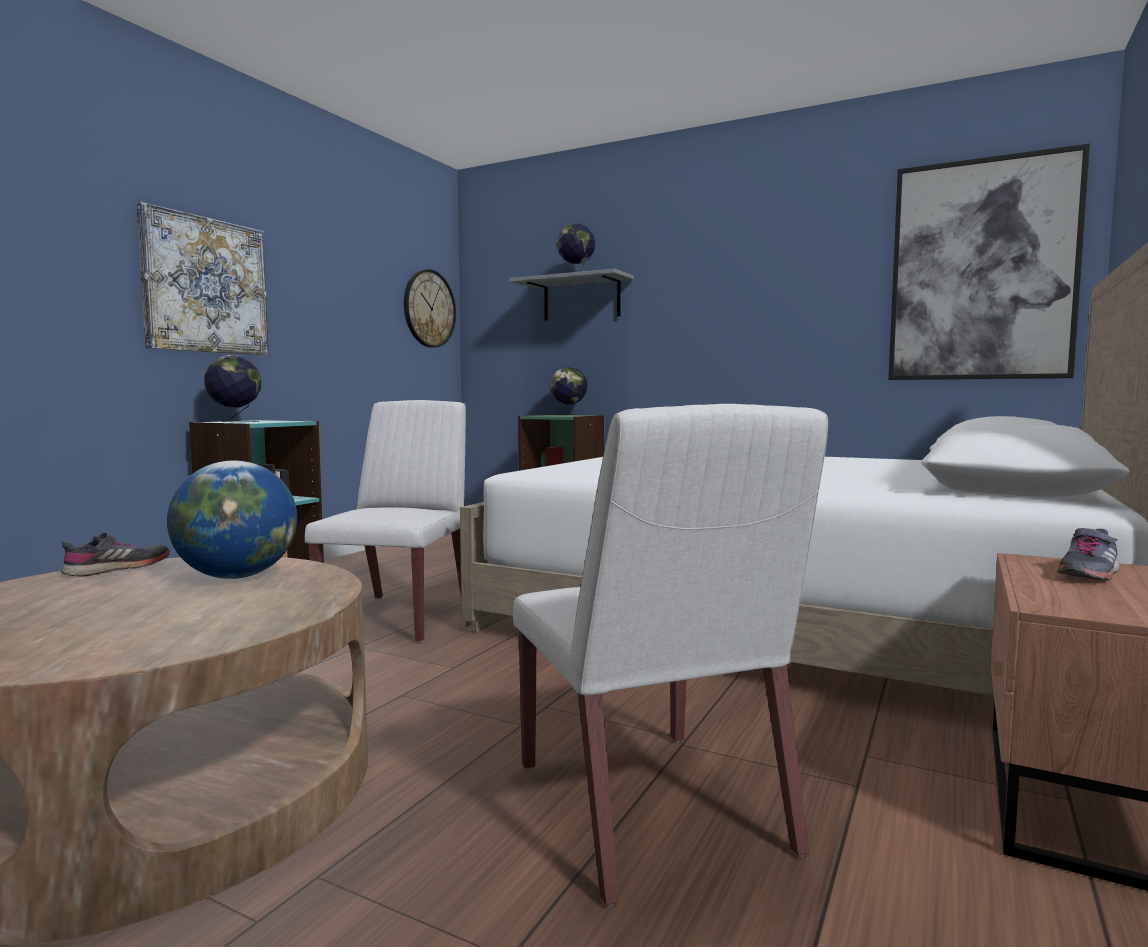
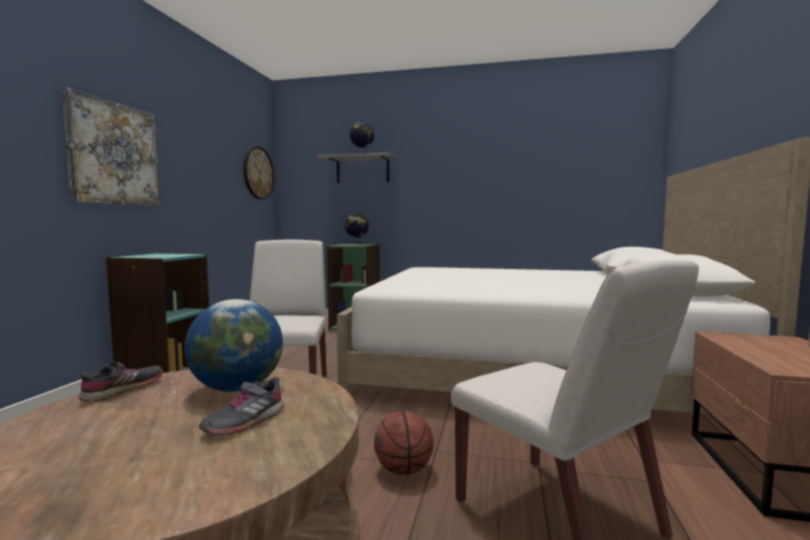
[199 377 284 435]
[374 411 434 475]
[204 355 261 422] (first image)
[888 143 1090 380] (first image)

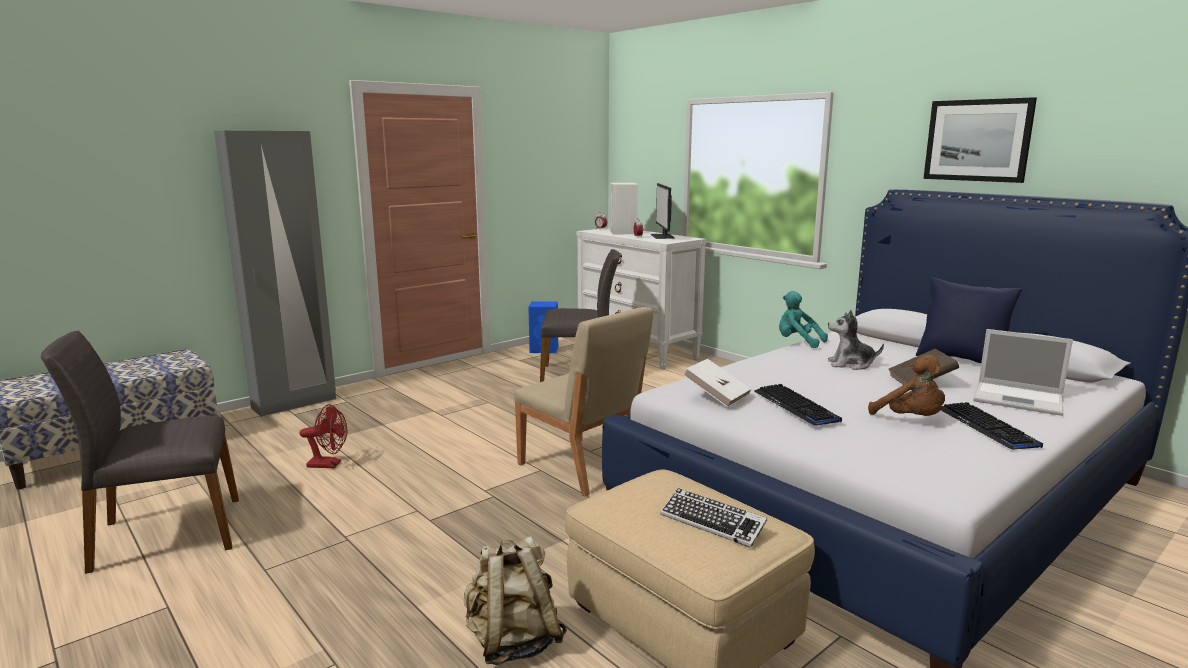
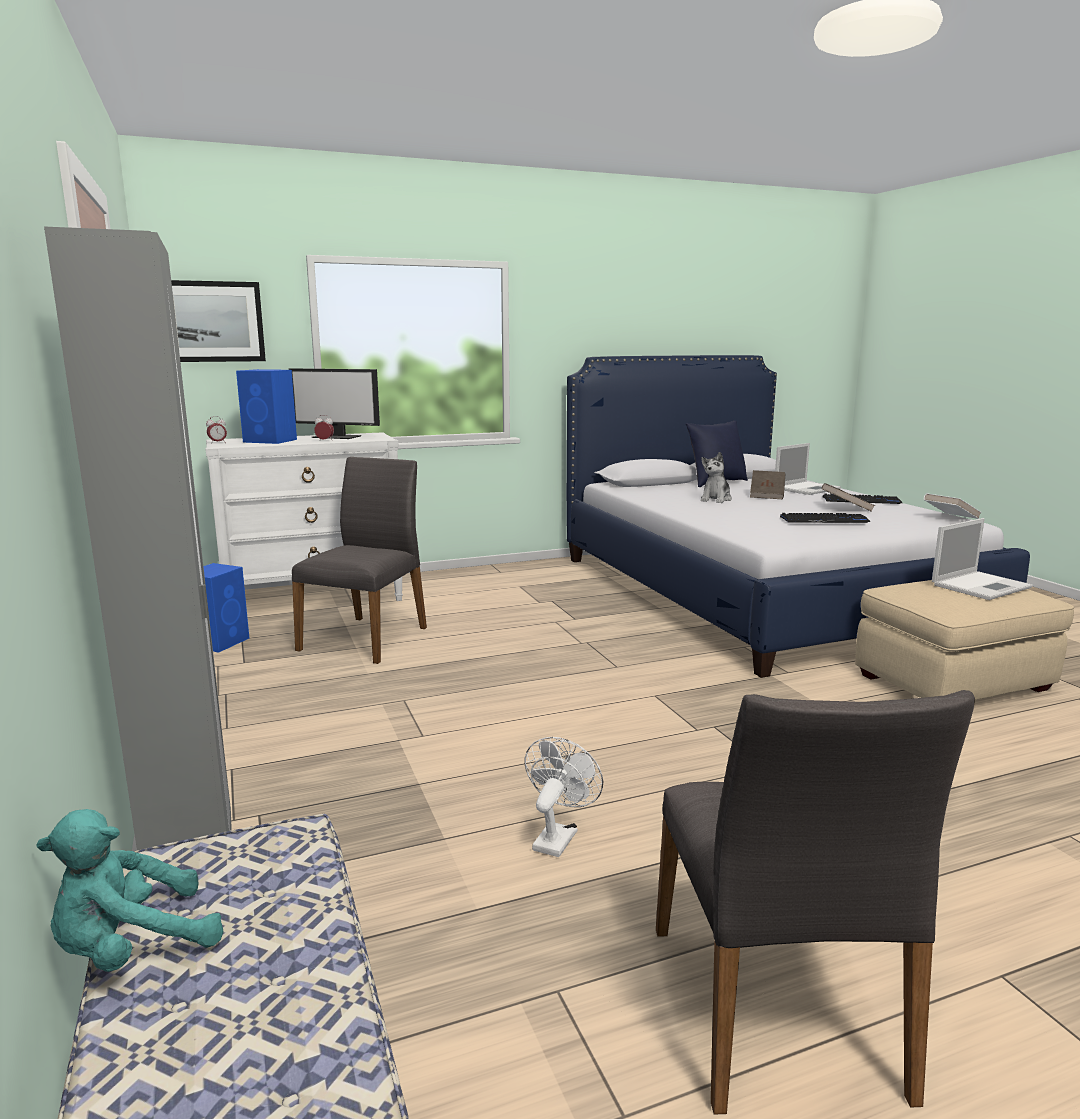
[36 809 224 972]
[171 280 266 362]
[236 369 297 444]
[525 737 604 857]
[821 483 875 512]
[924 493 982 519]
[932 518 1032 600]
[464 536 567 665] (first image)
[514 307 653 497] (first image)

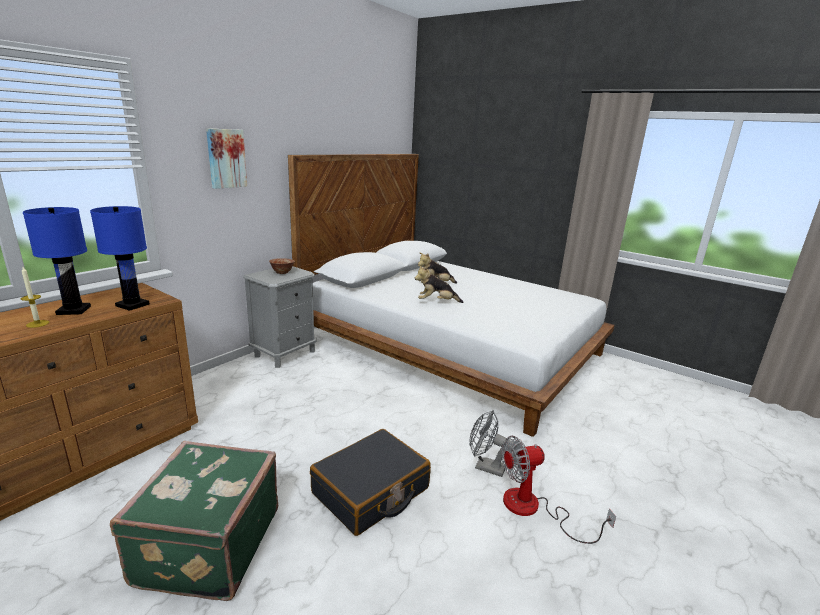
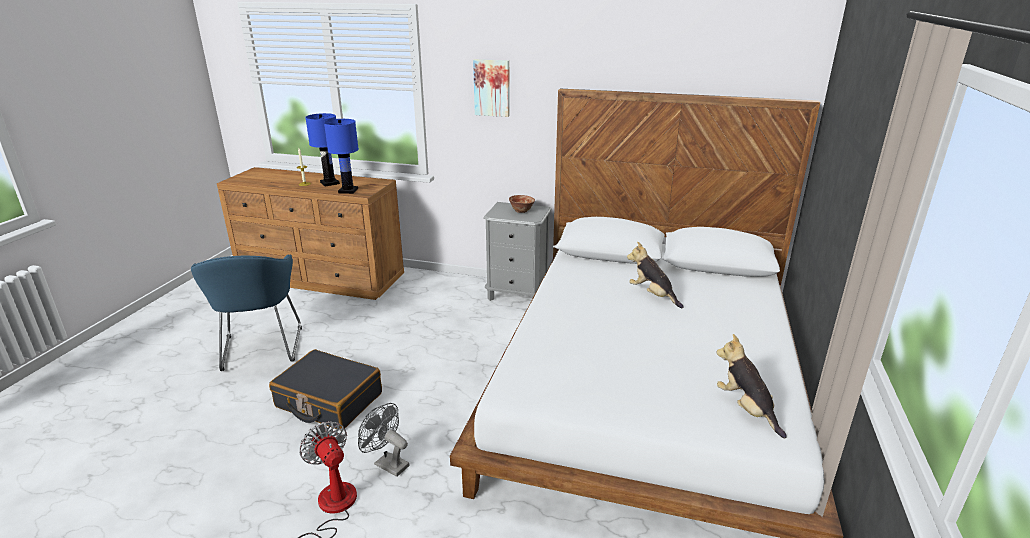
[191 254 302 371]
[358 403 409 477]
[716 334 787 438]

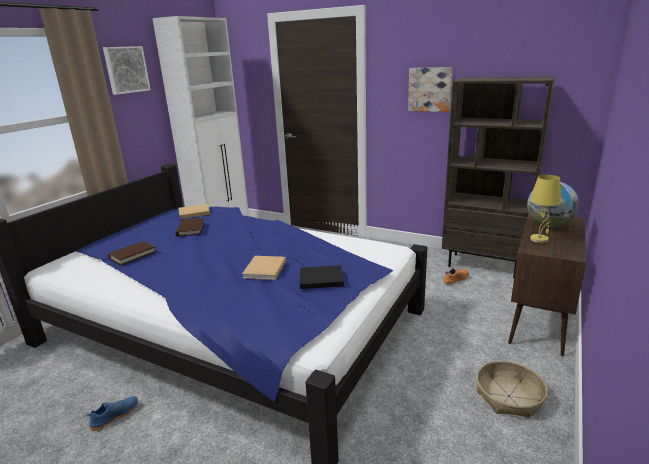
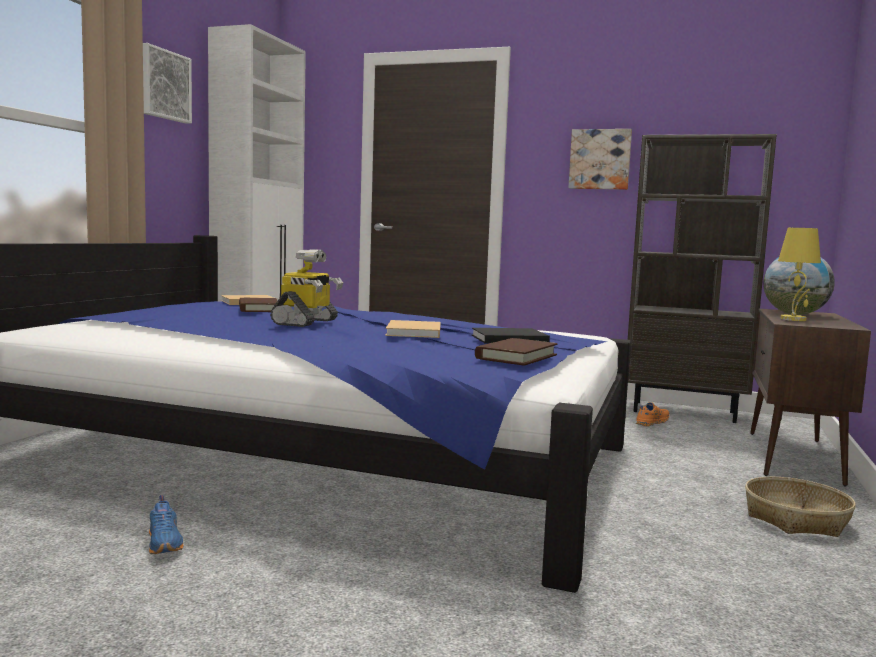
[149 495 184 554]
[270 249 343 327]
[475 338 558 366]

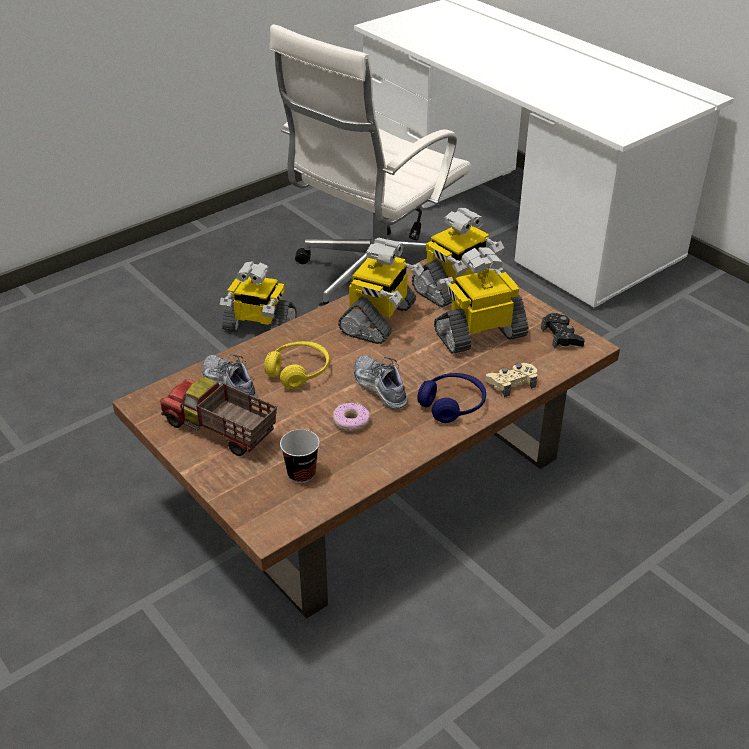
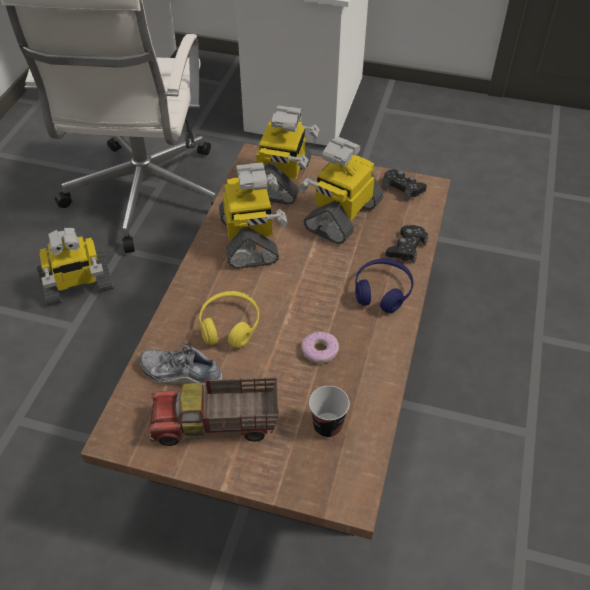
[386 225 429 264]
[354 355 407 409] (first image)

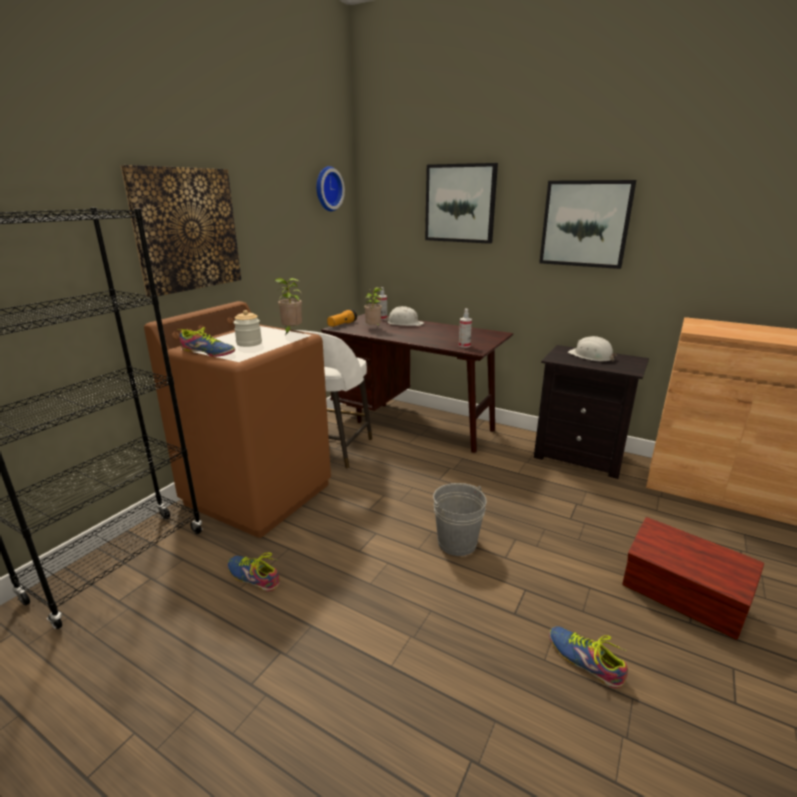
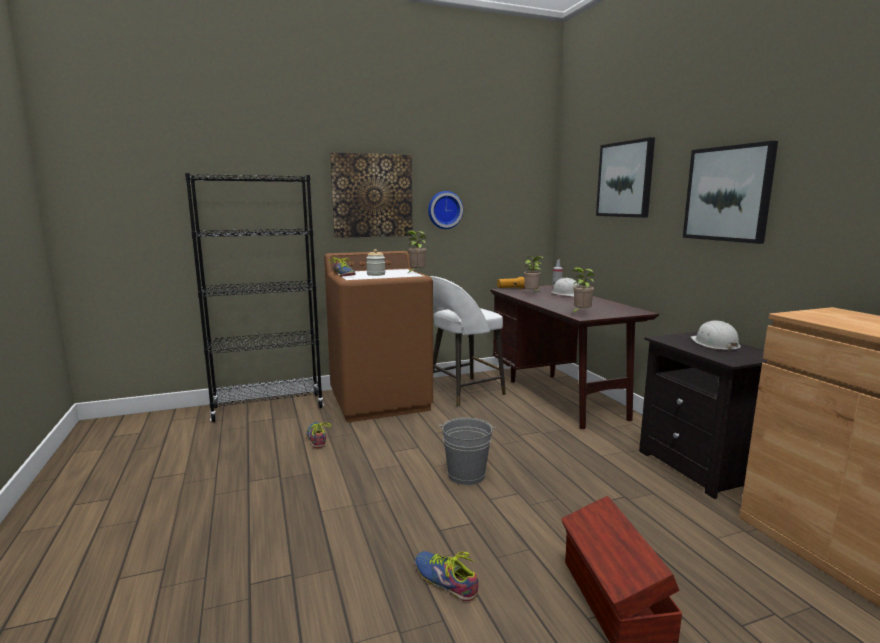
[415 551 479 601]
[428 191 463 229]
[572 267 594 313]

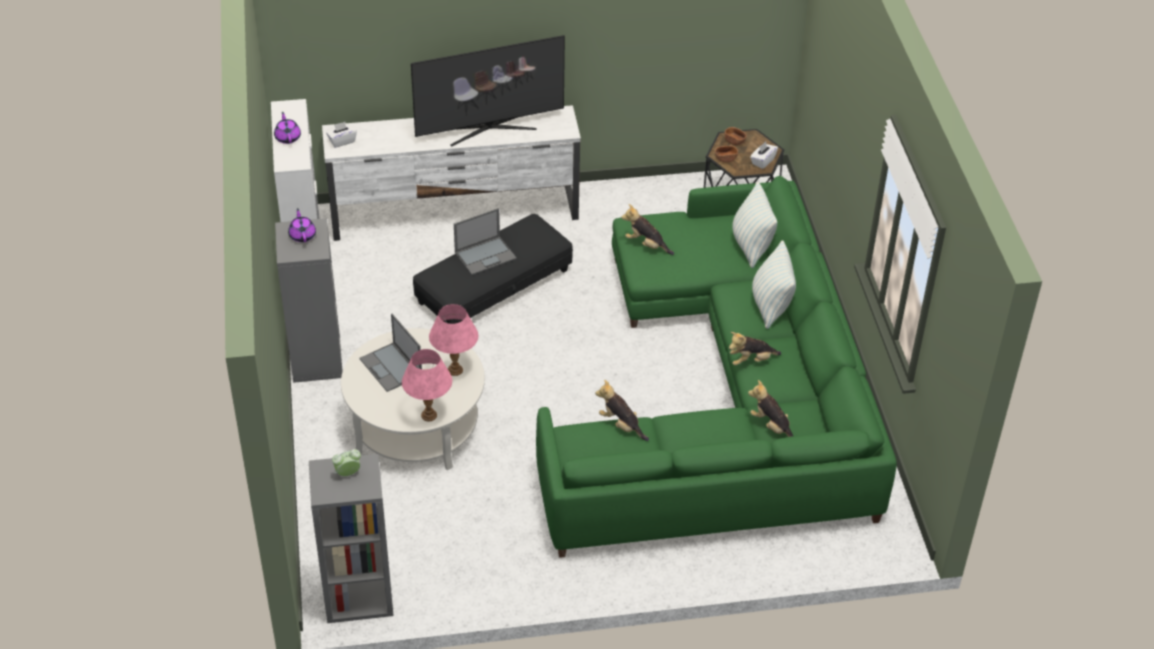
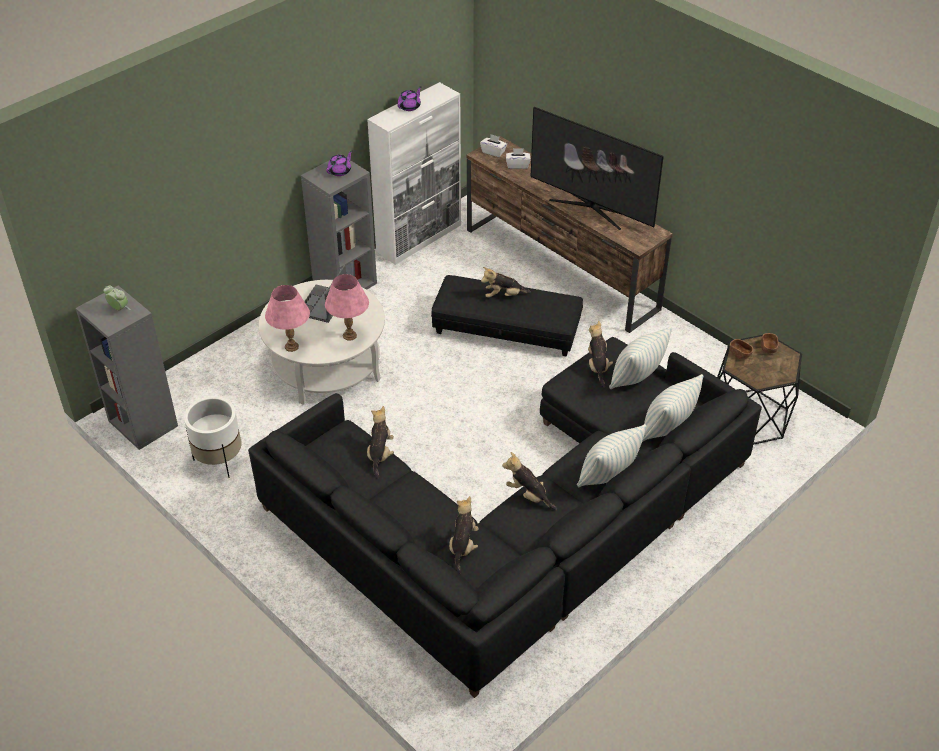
[184 397 242 478]
[248 337 762 698]
[467 136 673 333]
[481 267 531 298]
[506 148 531 169]
[609 326 672 389]

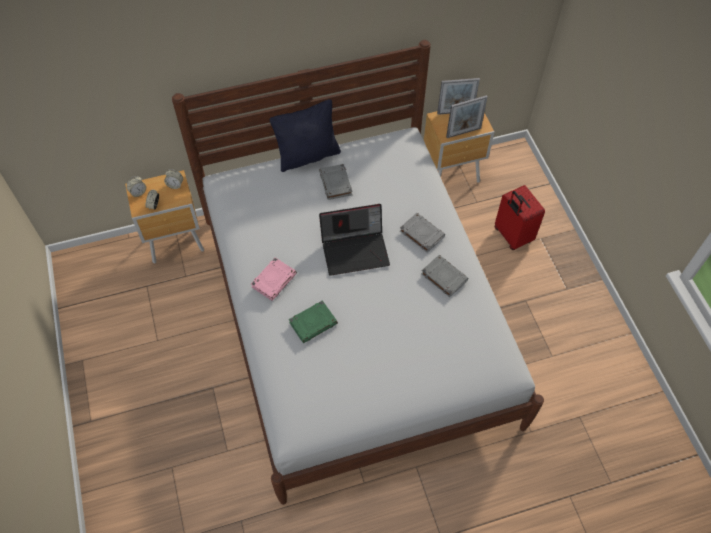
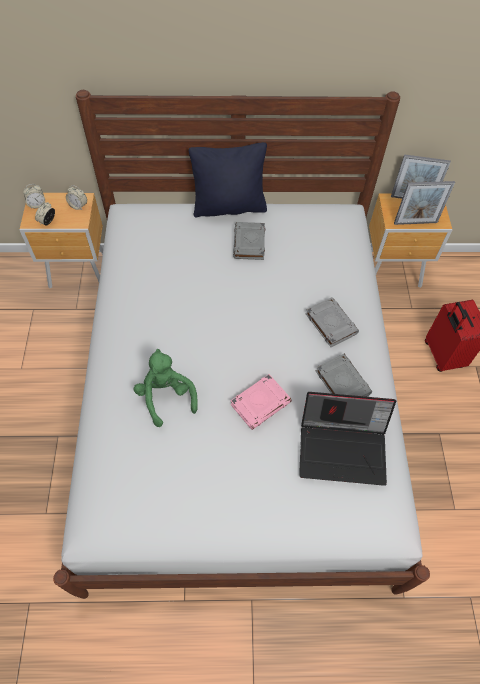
[134 349 198 427]
[230 374 292 430]
[299 392 396 486]

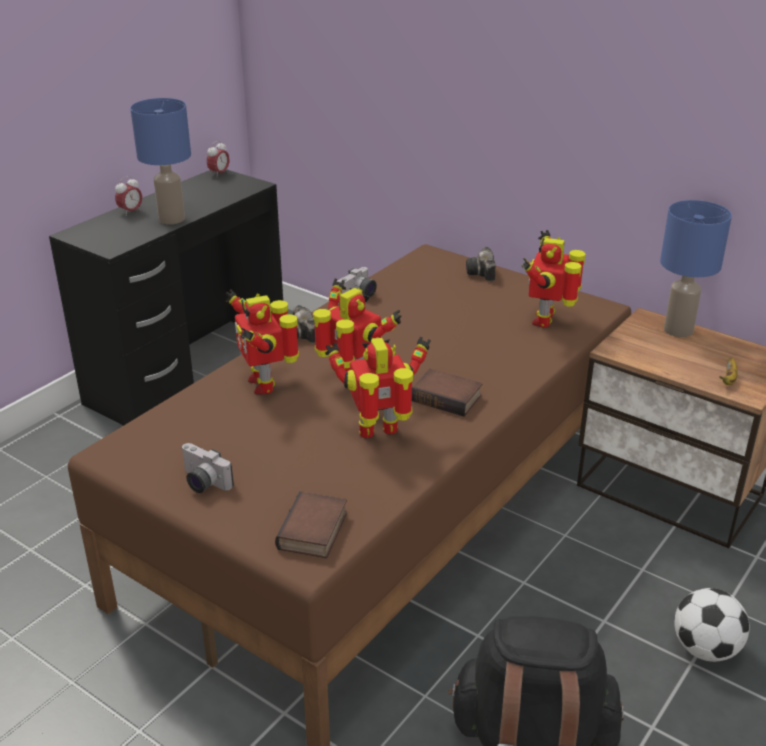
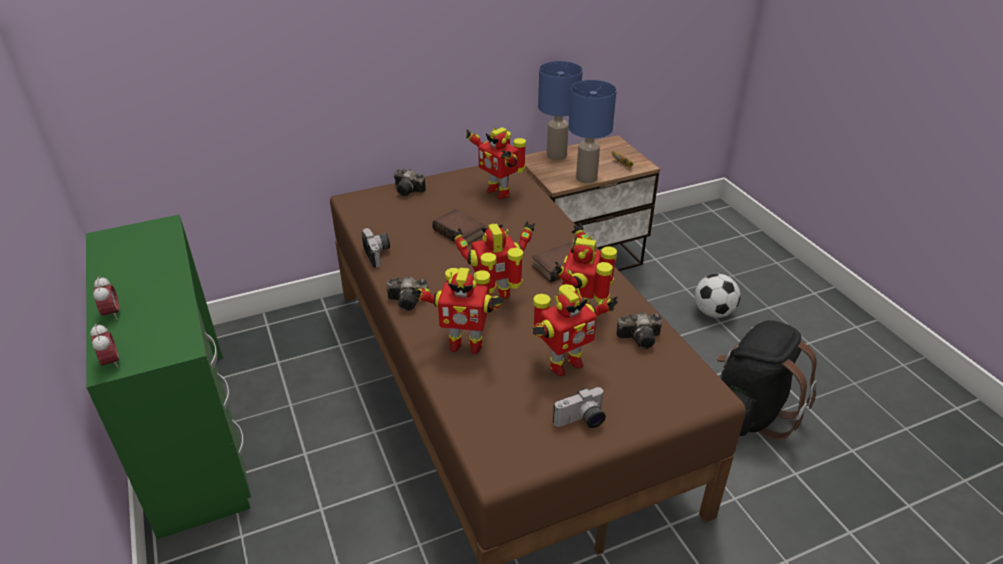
[86 214 251 539]
[90 324 119 369]
[432 209 486 244]
[532 284 618 376]
[568 80 617 183]
[617 312 662 349]

